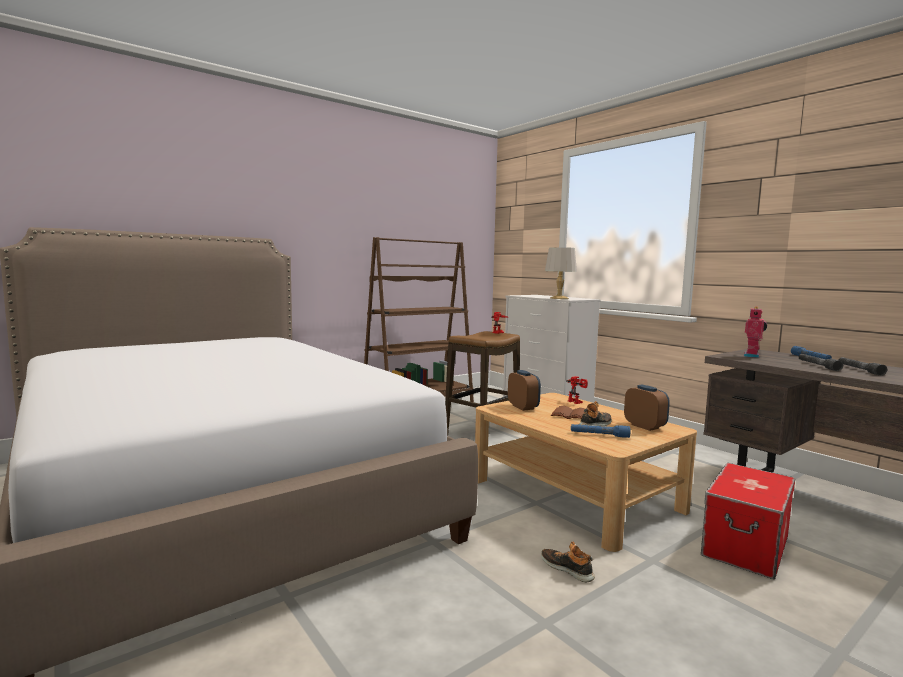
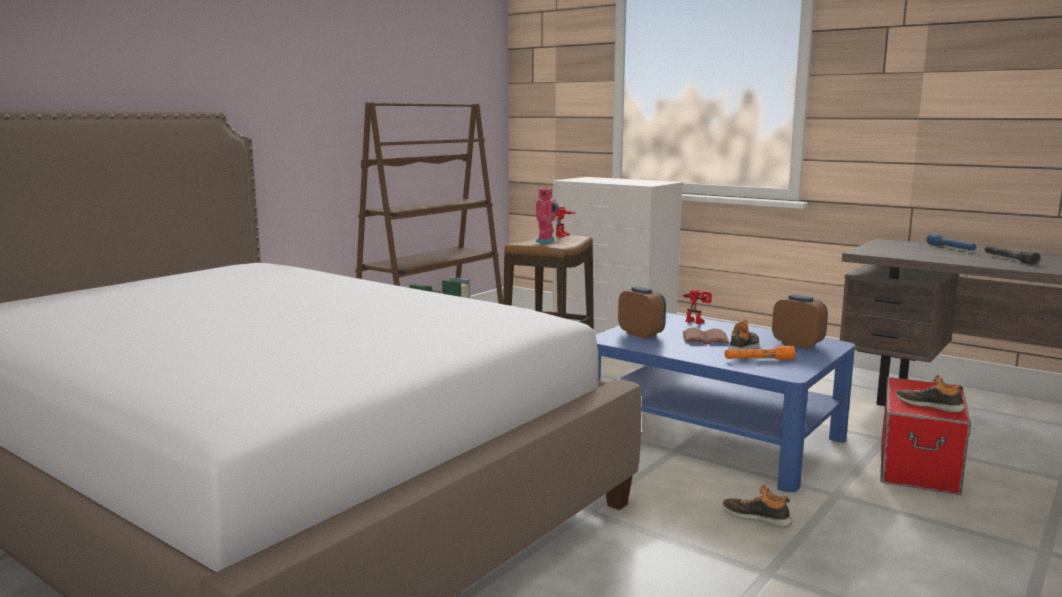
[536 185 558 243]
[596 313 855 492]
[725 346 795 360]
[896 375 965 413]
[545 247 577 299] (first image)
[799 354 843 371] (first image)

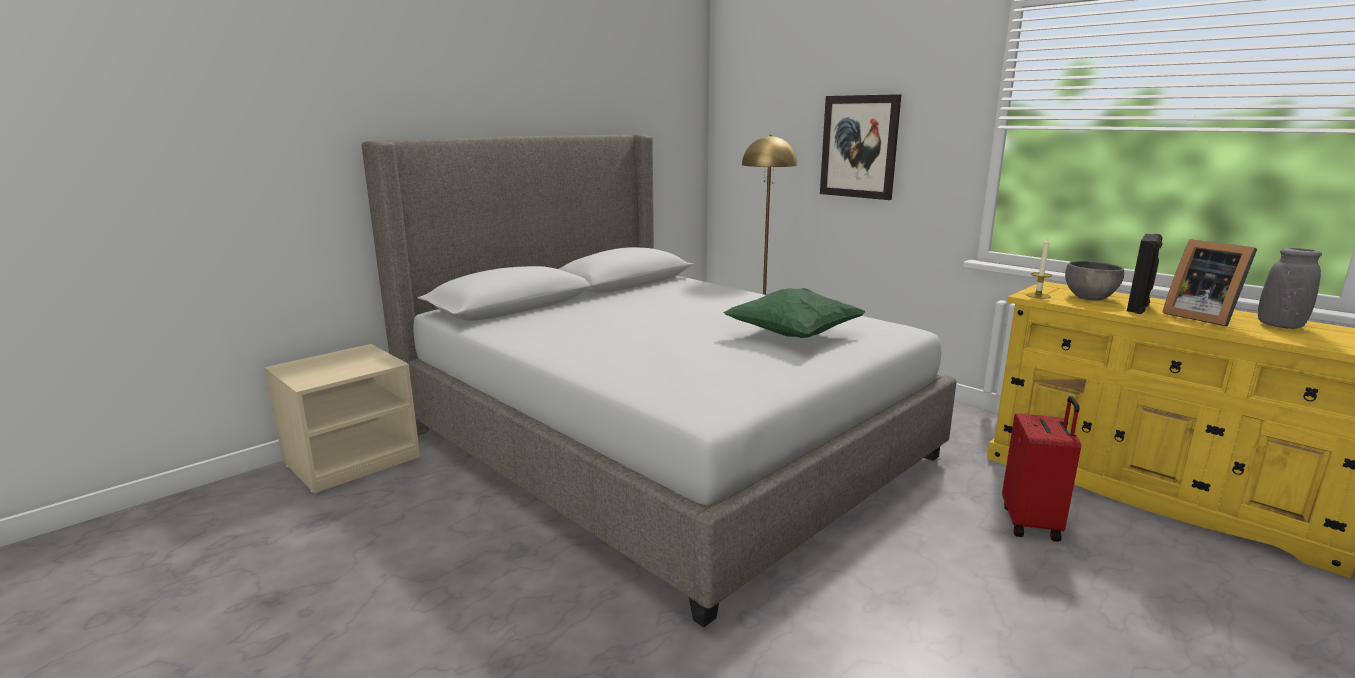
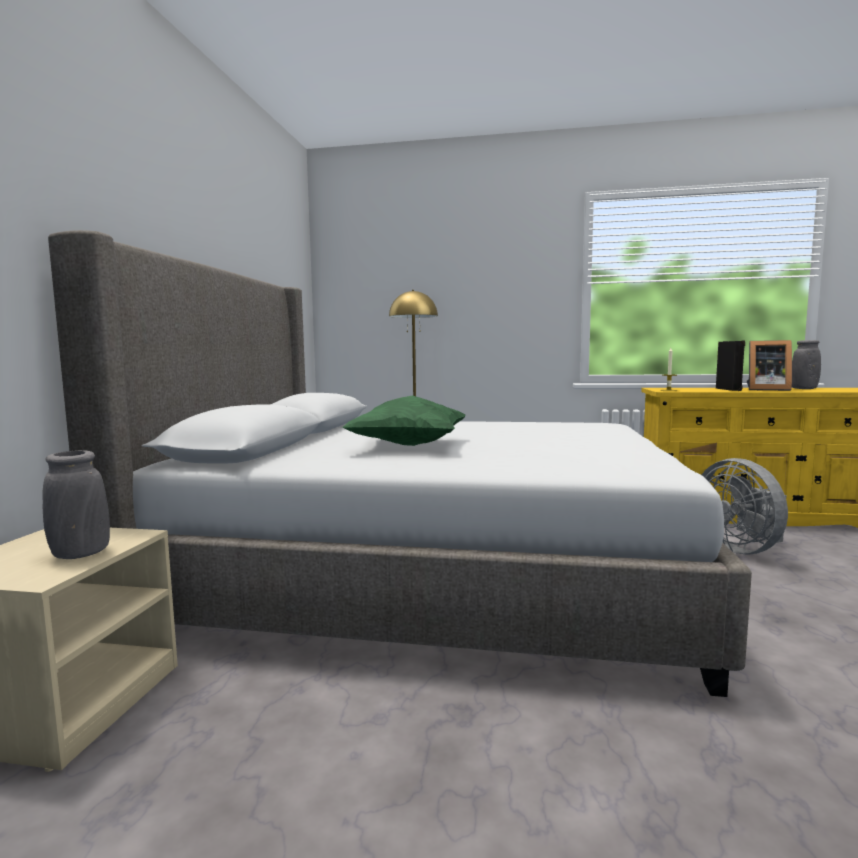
[42 450 110 559]
[342 395 465 446]
[702 458 788 554]
[820 94 901 200] (first image)
[1065 261 1124 301] (first image)

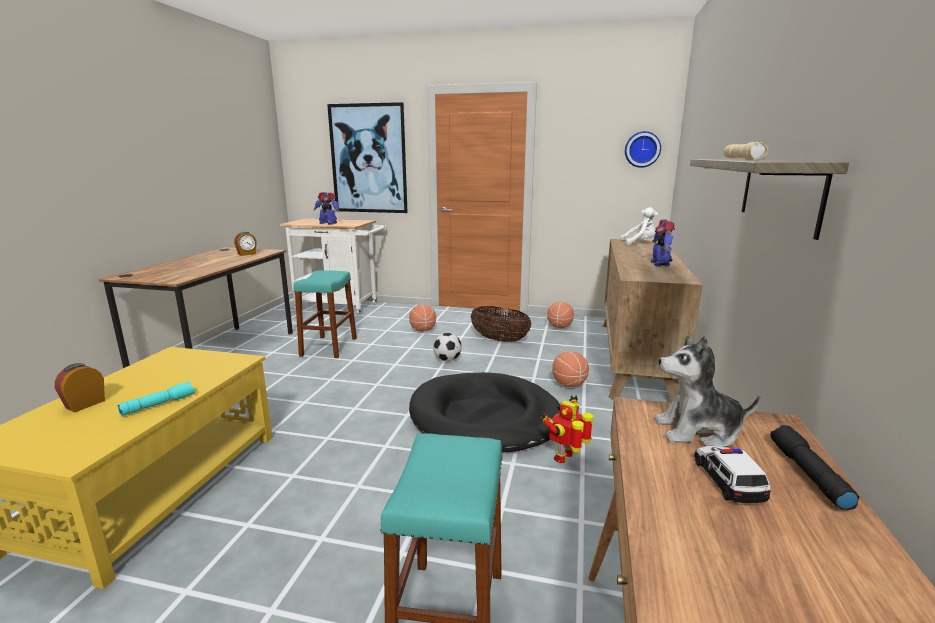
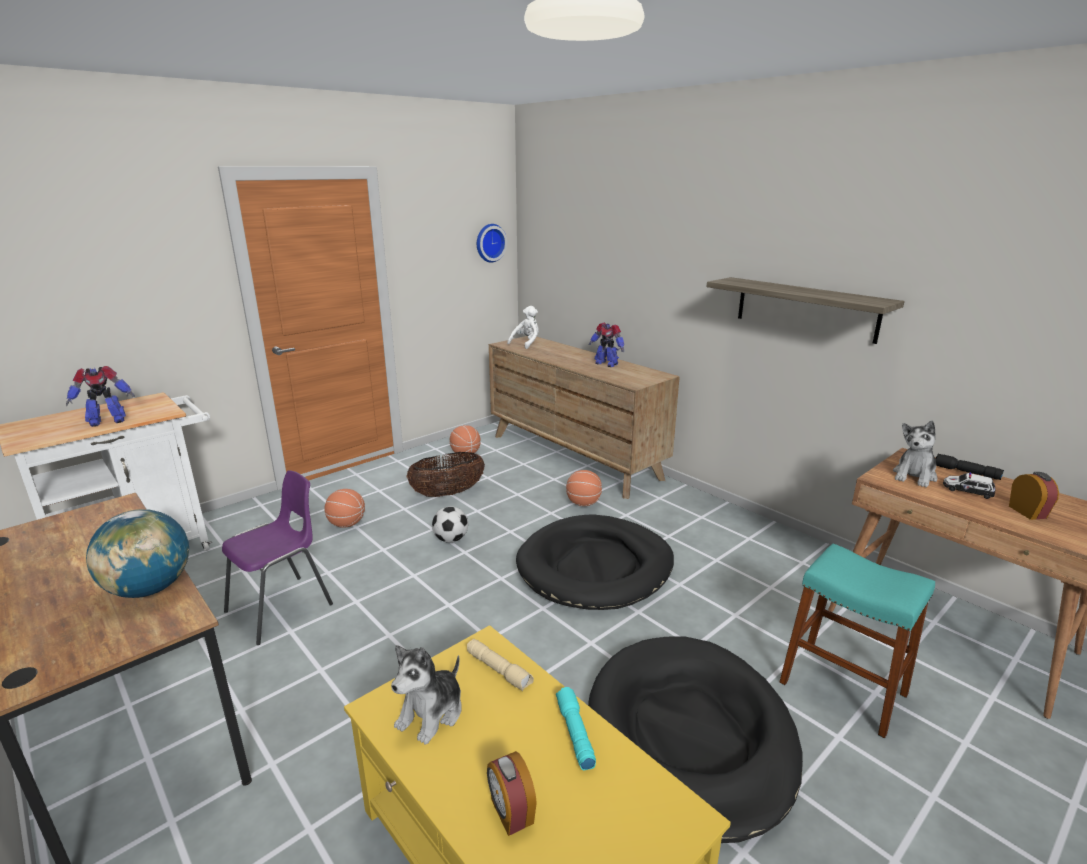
[86 509 189 598]
[222 470 333 645]
[391 645 462 744]
[467 639 534 691]
[588 637 803 843]
[1009 472 1059 520]
[327 102 408 213] (first image)
[541 396 594 463] (first image)

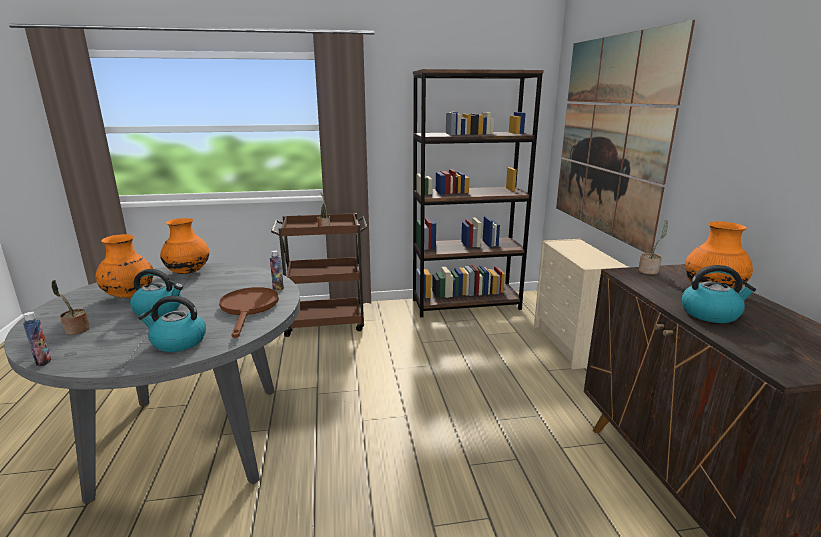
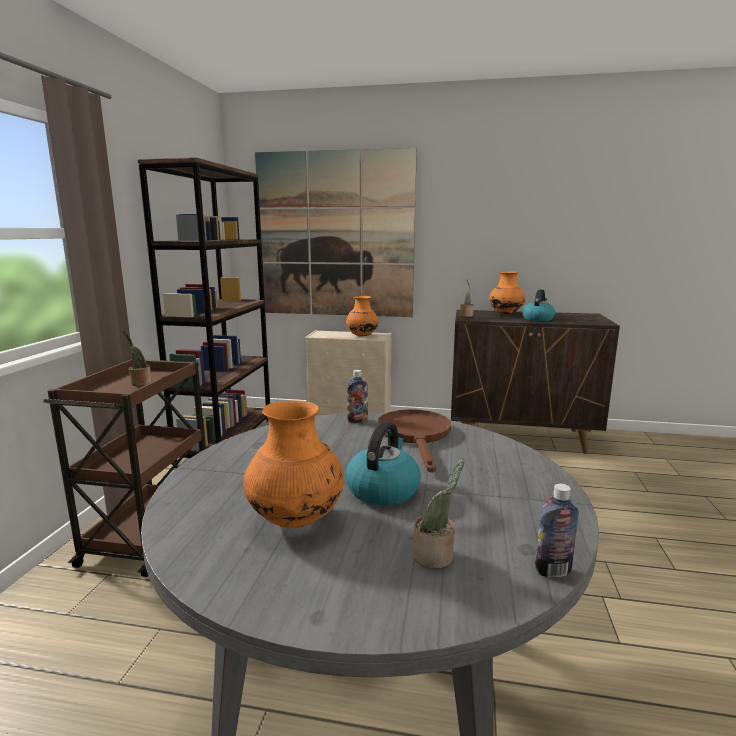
[346 296 378 336]
[377 409 451 473]
[139 296 206 352] (first image)

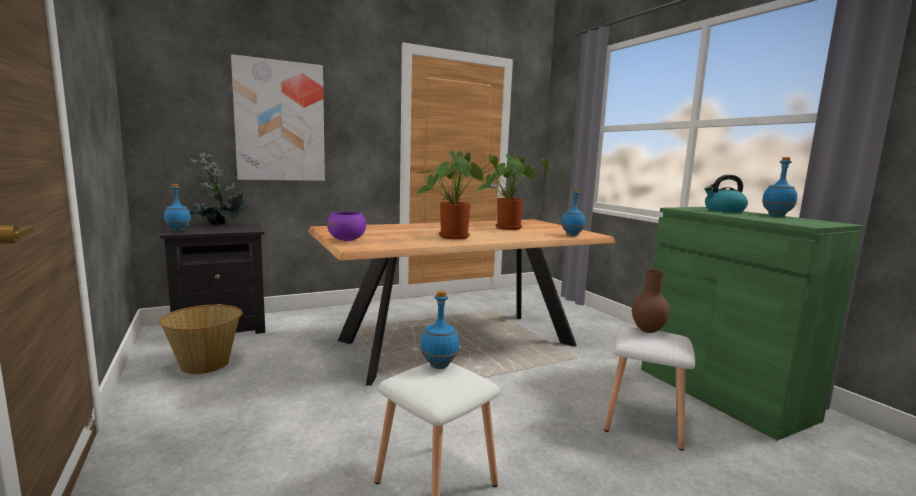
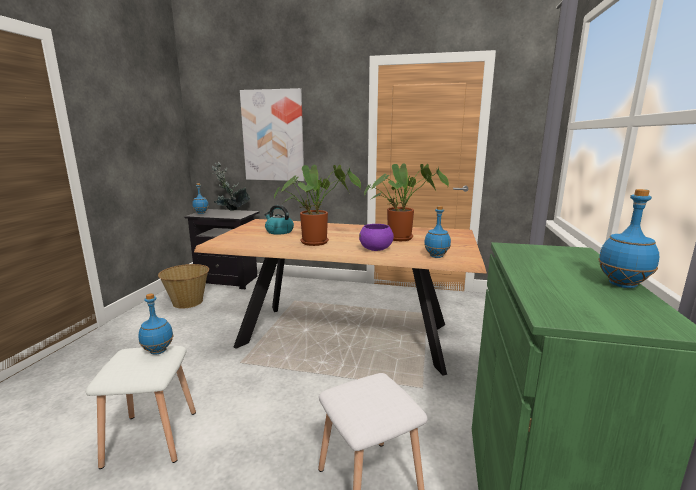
[264 205 294 235]
[359 224 394 251]
[632 269 670 333] (first image)

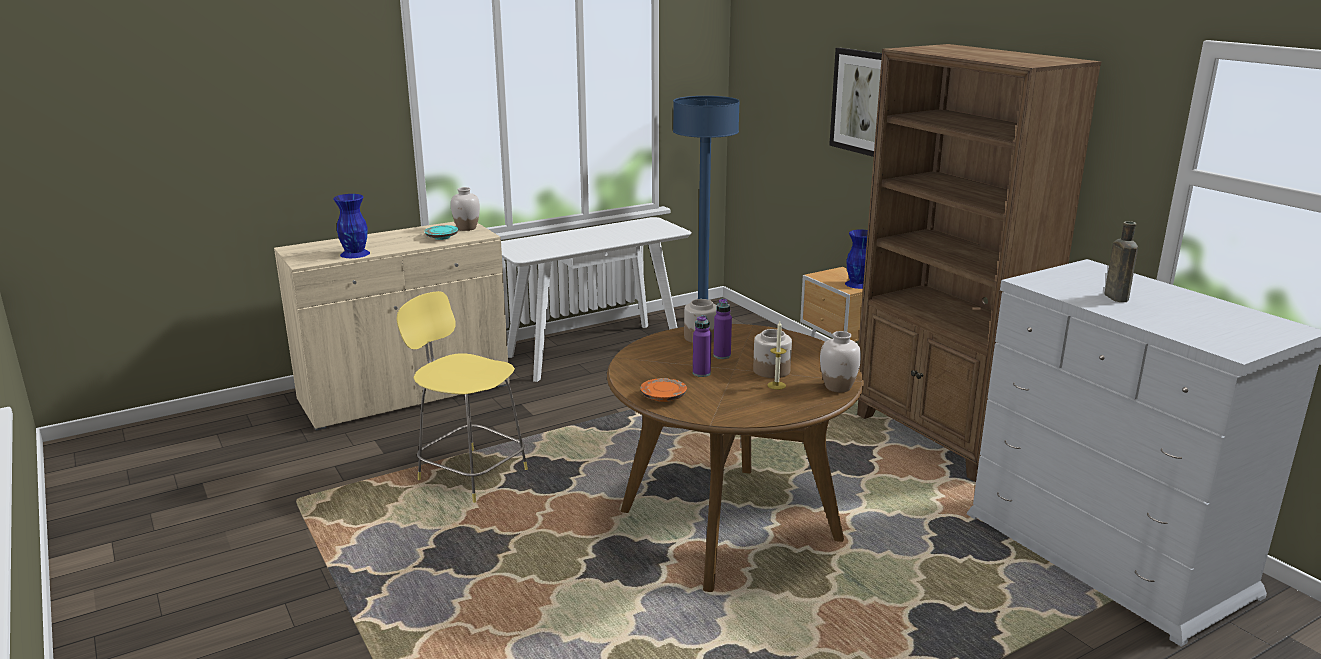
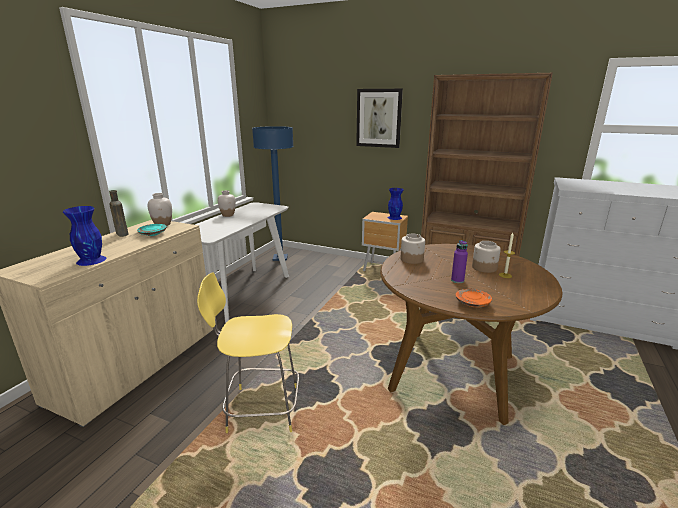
[109 190 129 237]
[218 190 236 217]
[713 299 732 359] (first image)

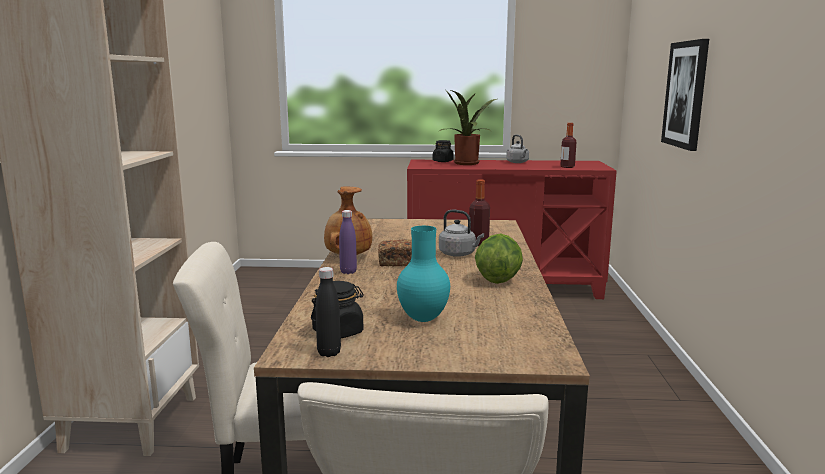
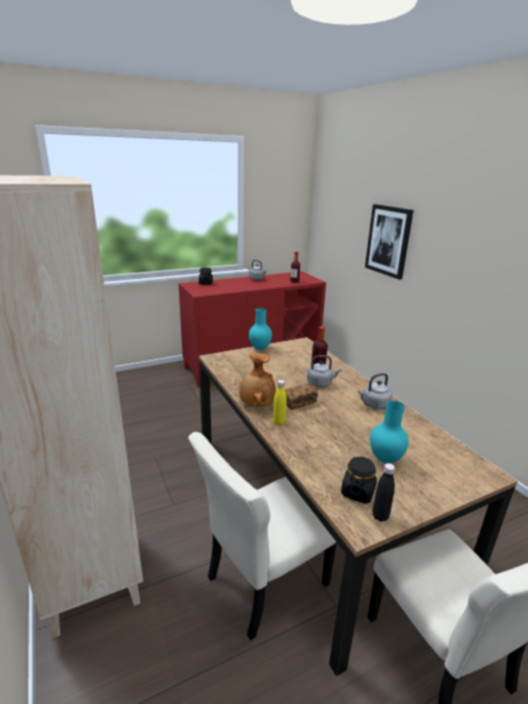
[249 308 272 350]
[273 380 287 425]
[358 373 392 410]
[438 90 497 165] (first image)

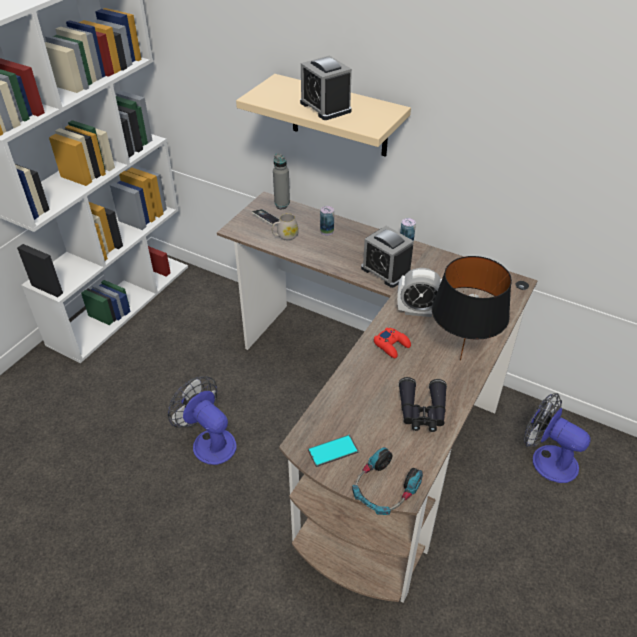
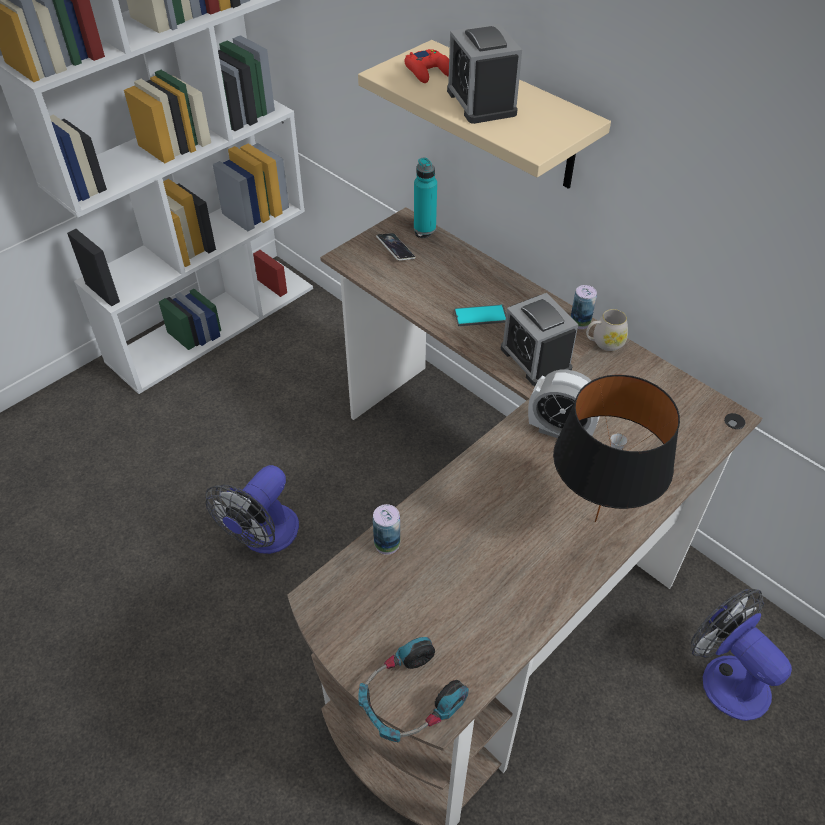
[205 465 299 554]
[373 504 400 555]
[404 49 449 83]
[414 157 437 235]
[454 304 506 326]
[586 309 628 351]
[398 377 447 432] (first image)

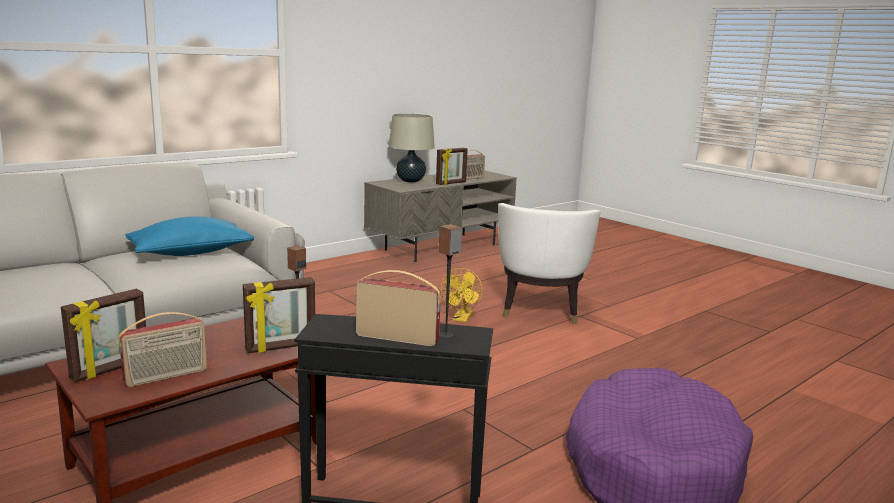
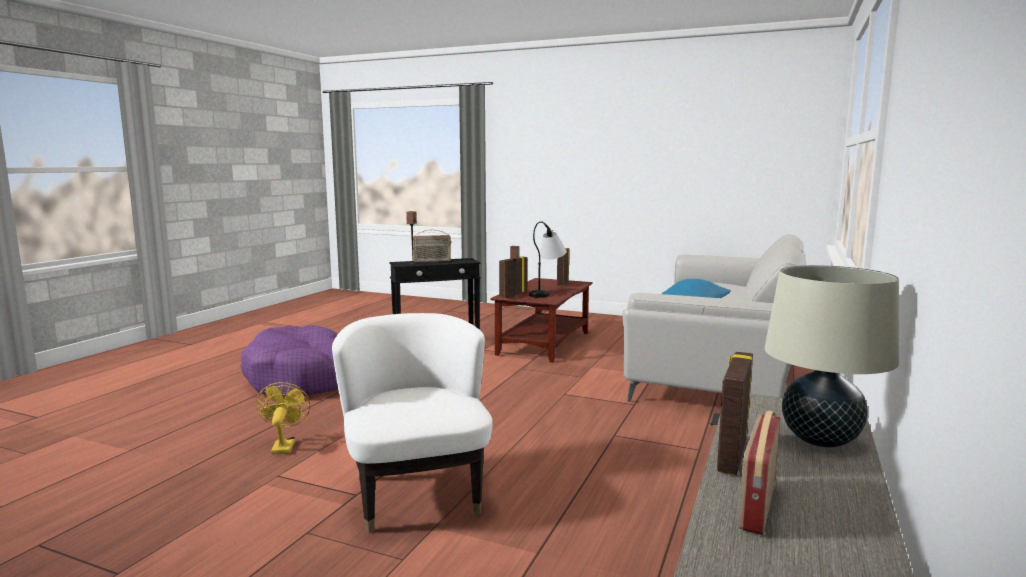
[256 382 310 454]
[529 221 567 298]
[119 312 207 387] (first image)

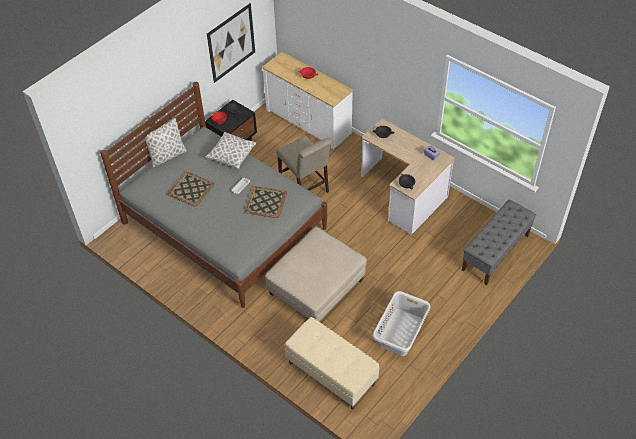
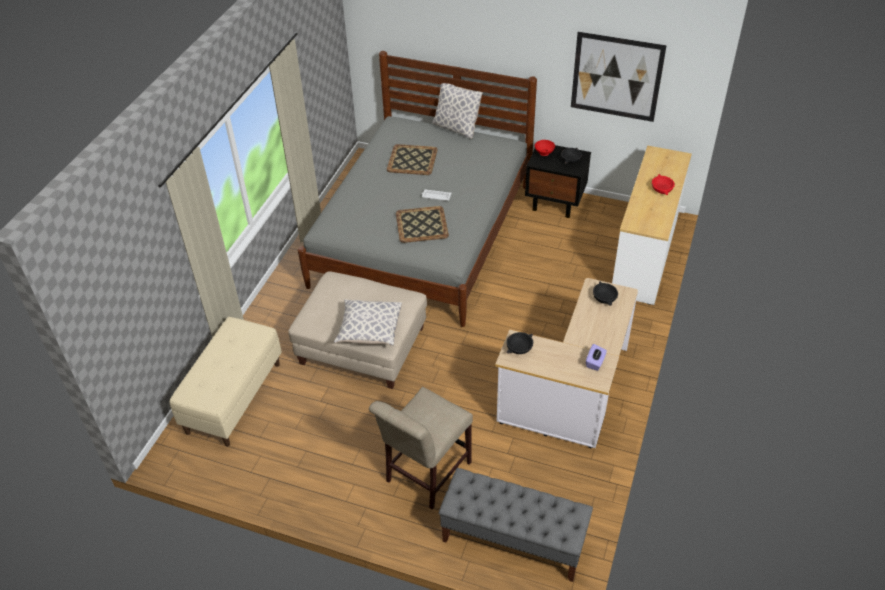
[334 299 402 346]
[369 387 473 509]
[372 291 431 356] (first image)

